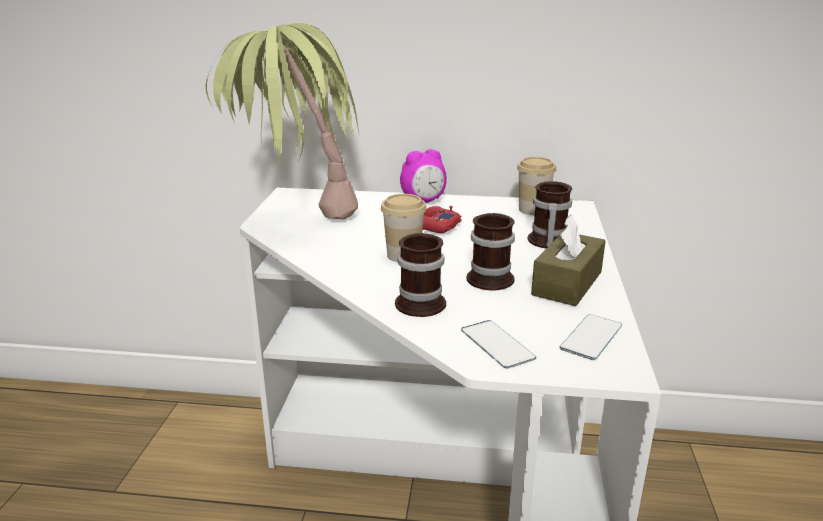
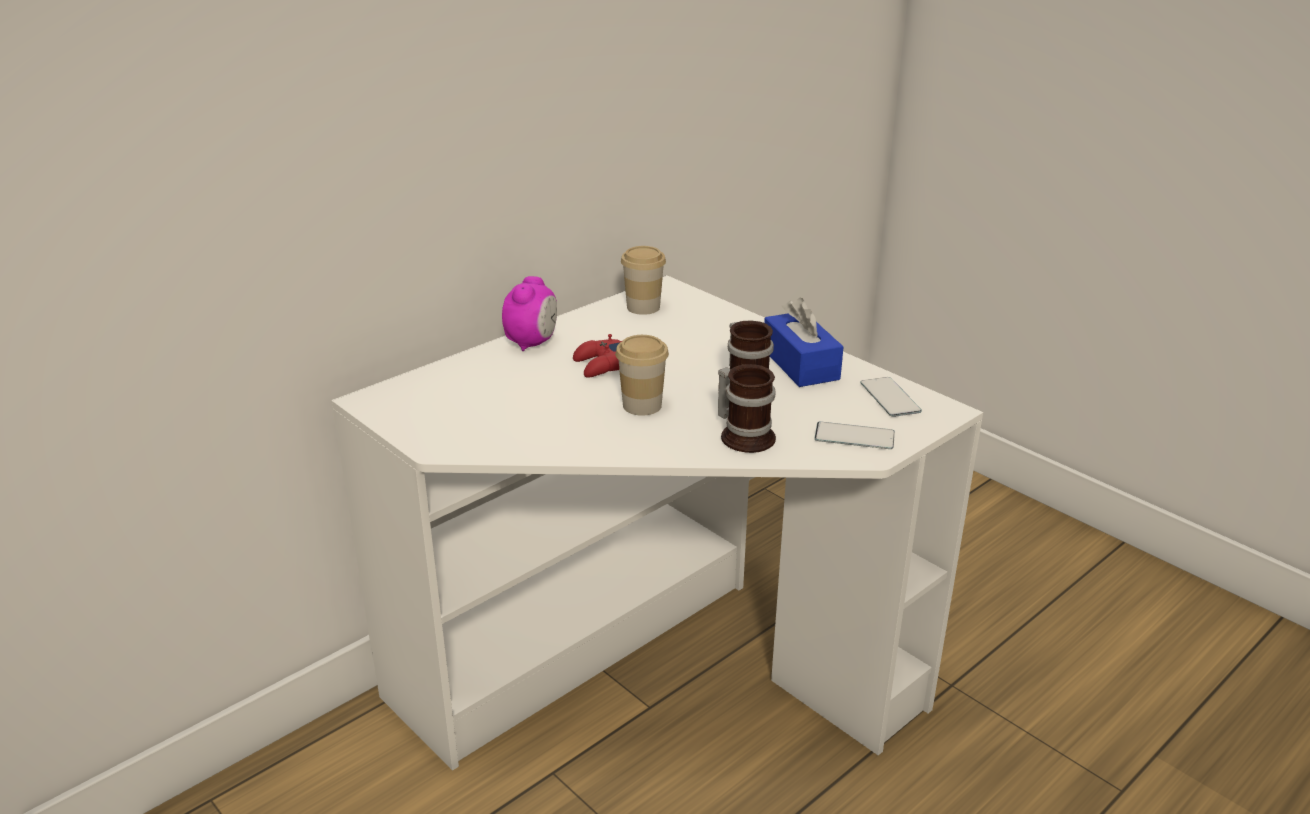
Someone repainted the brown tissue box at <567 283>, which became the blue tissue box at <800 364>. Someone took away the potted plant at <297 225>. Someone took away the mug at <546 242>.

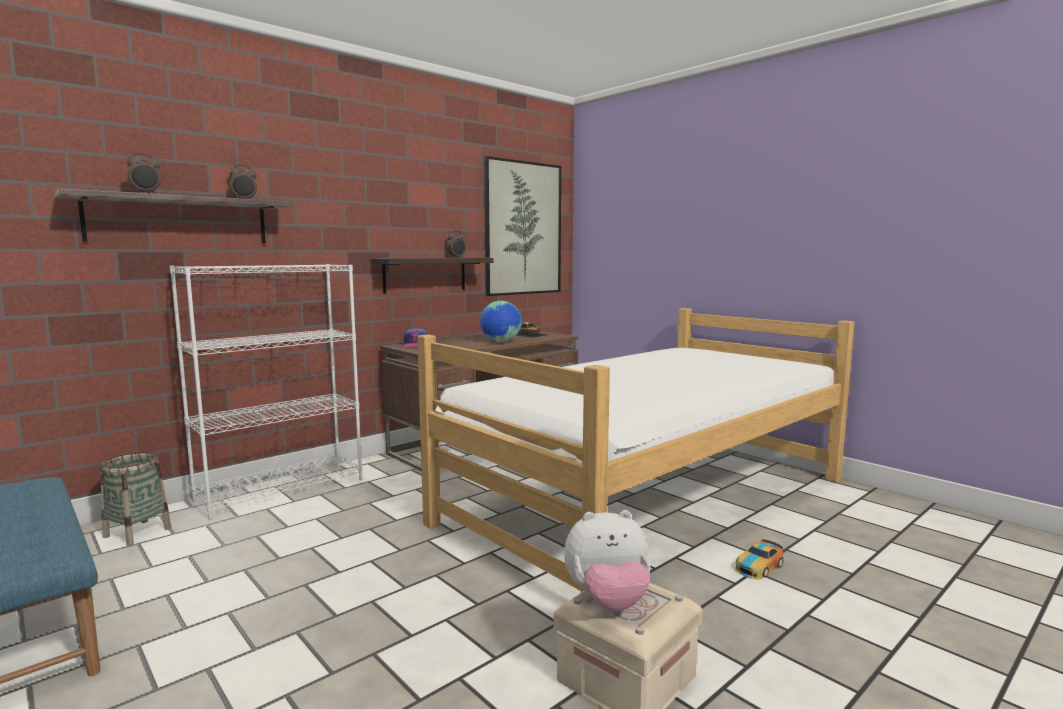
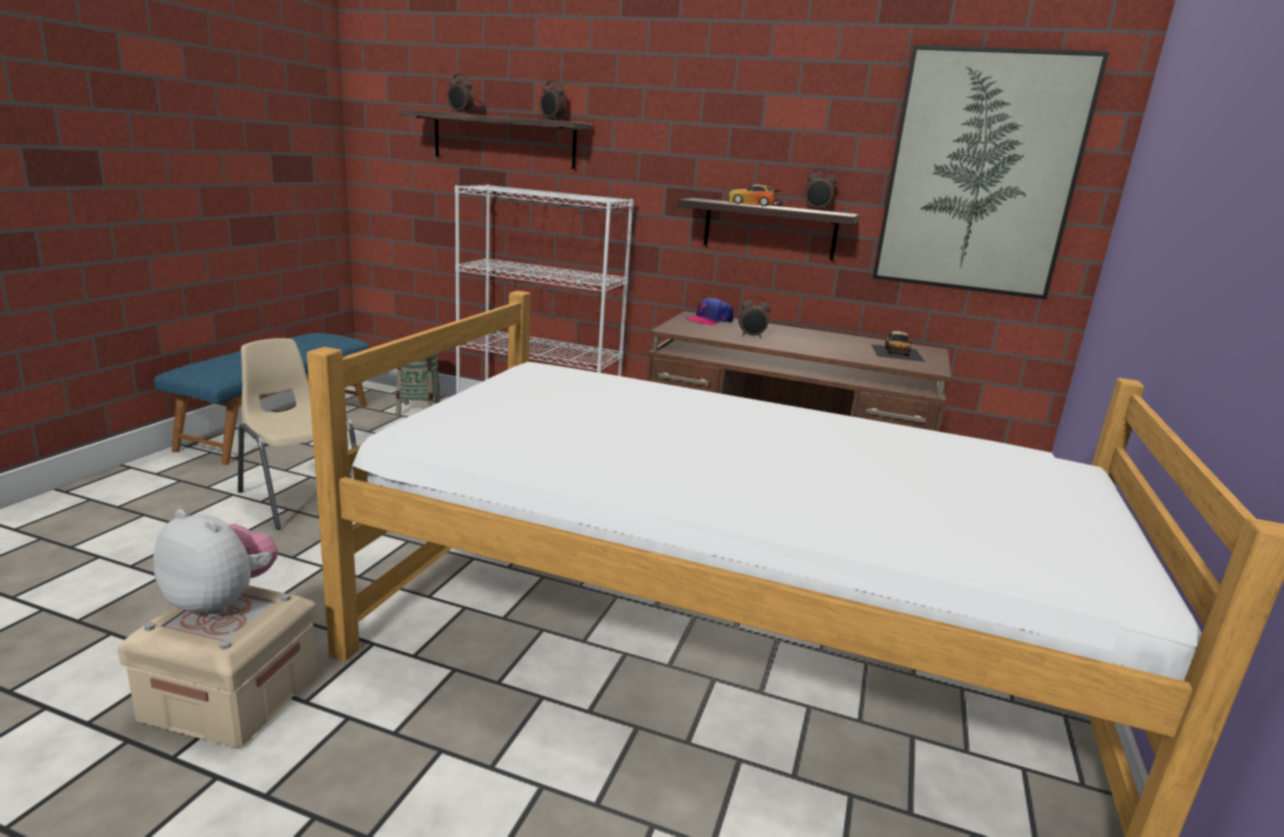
Someone rotated the plush toy at <607 601> by 150 degrees clockwise. Someone put down the beige chair at <300 497>. Someone carried the toy car from <758 567> to <752 204>. Someone put down the alarm clock at <751 336>. Someone took away the globe at <501 342>.

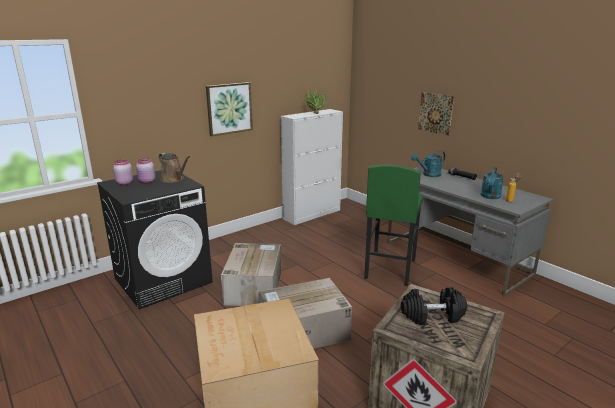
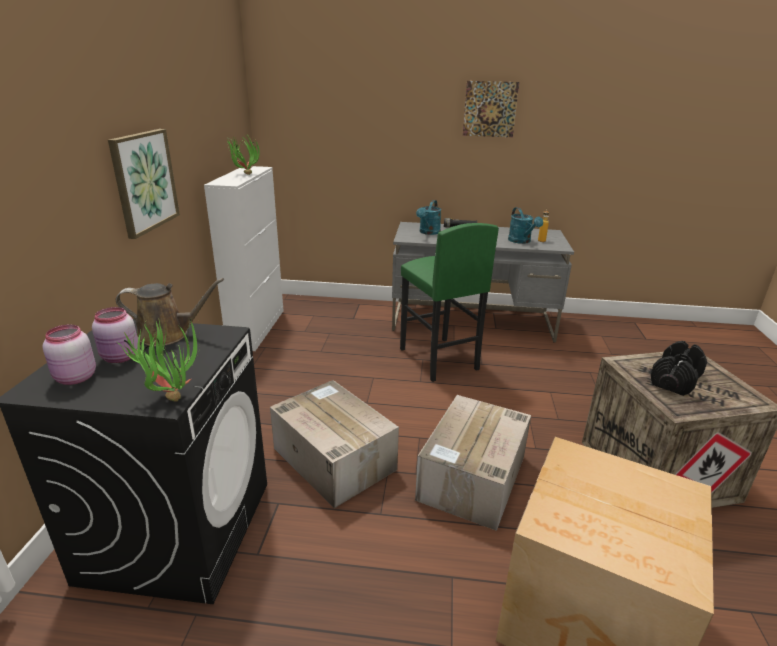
Someone put down the potted plant at <171 395>. Someone carried the picture from <435 113> to <490 109>.

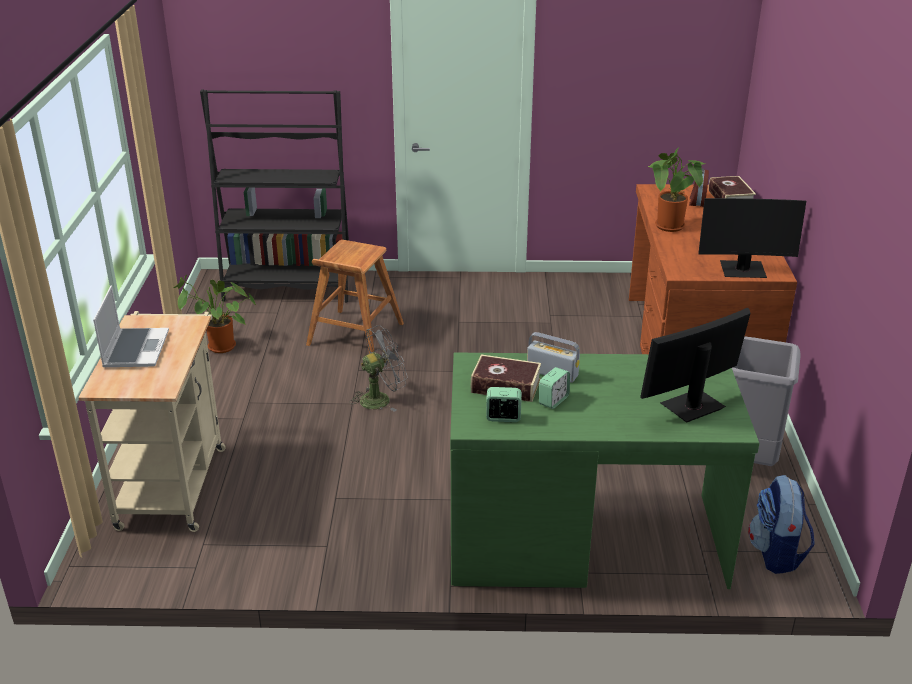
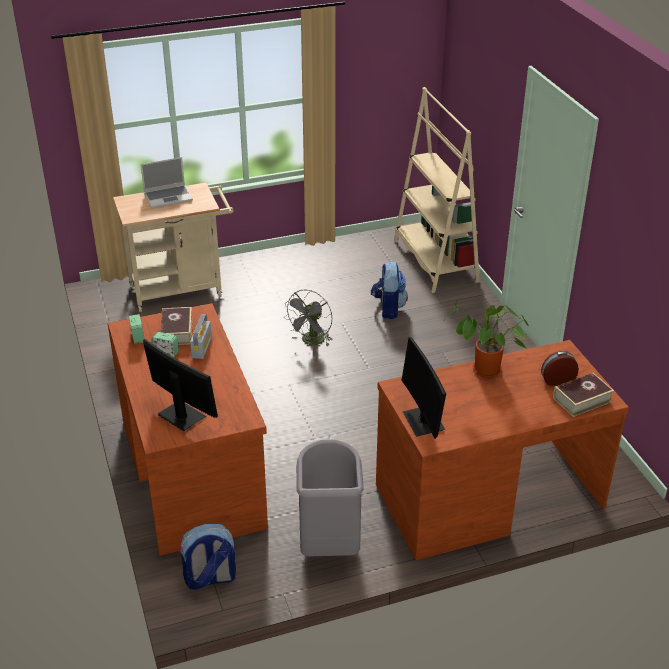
Someone repainted the green desk at <583 536>, which became the brown desk at <192 471>. Someone rotated the grey fan at <381 398> by 75 degrees clockwise. Someone swapped the brown stool at <355 334> for the backpack at <388 308>. Someone repainted the black bookcase at <288 287>, which became the beige bookcase at <435 261>. Someone took away the potted plant at <218 348>.

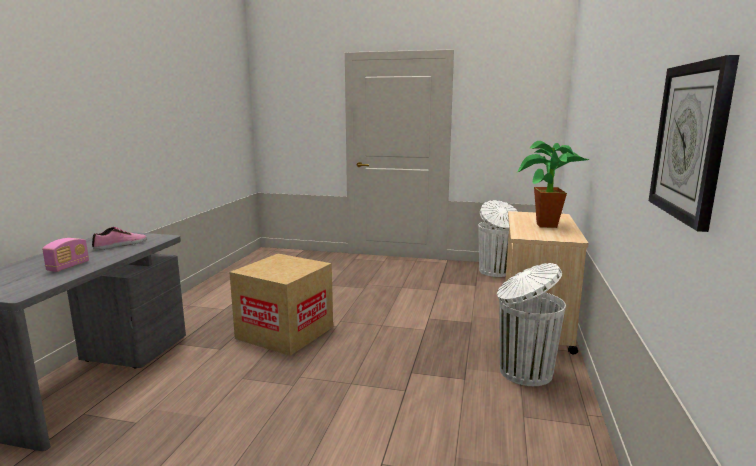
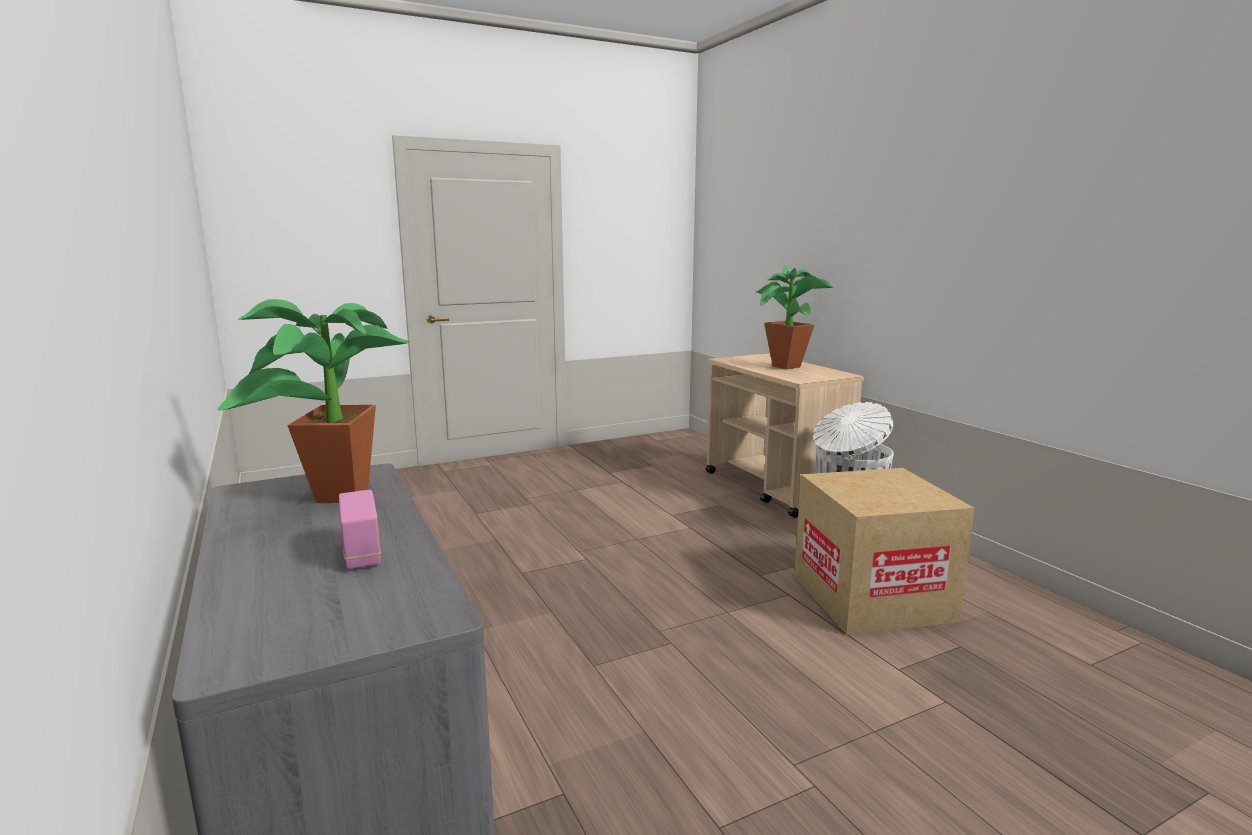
Someone swapped the shoe at <121 245> for the potted plant at <333 500>. Someone carried the cardboard box from <285 332> to <871 597>. Someone took away the white trash can at <495 272>. Someone took away the wall clock at <690 141>.

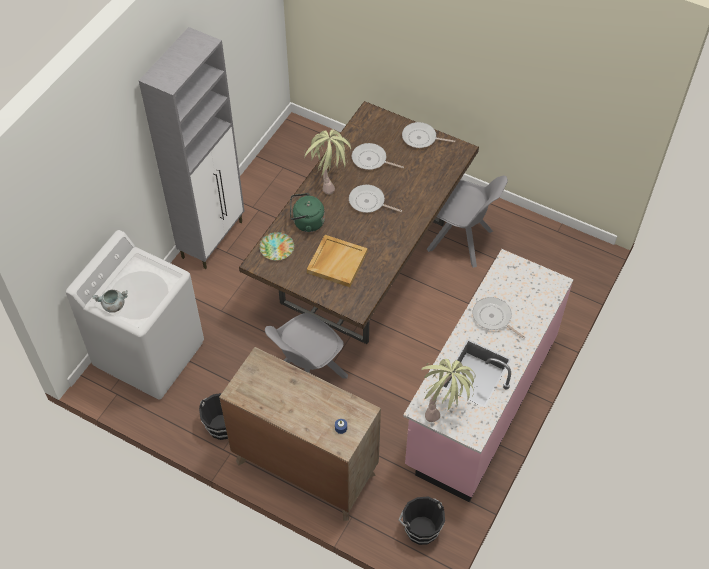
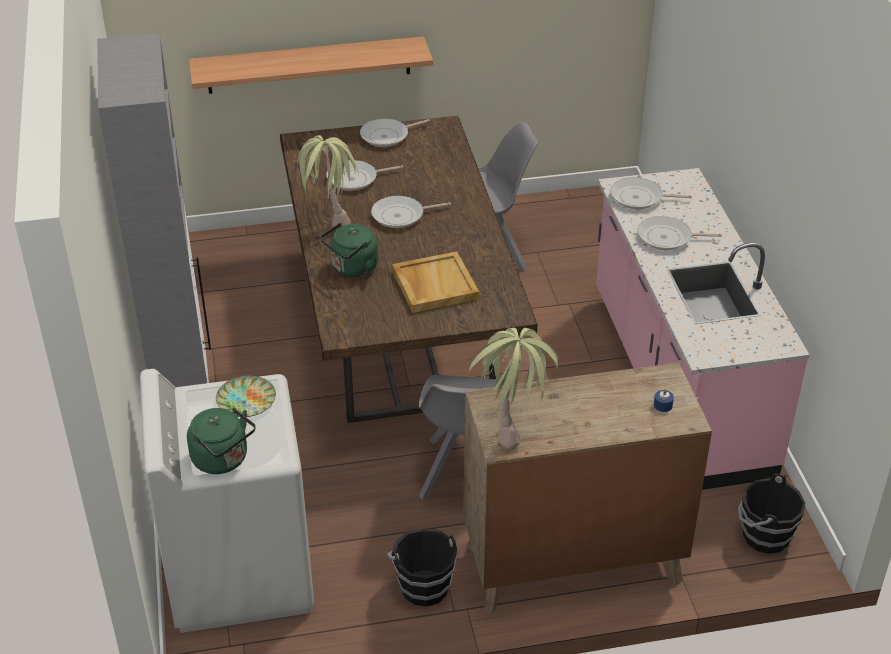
Someone swapped the grey cooking pot at <113 305> for the green kettle at <223 460>. Someone put up the shelf at <309 65>. Someone carried the plate from <276 248> to <246 400>. Someone carried the potted plant from <444 407> to <512 425>. Someone put down the frying pan at <639 198>.

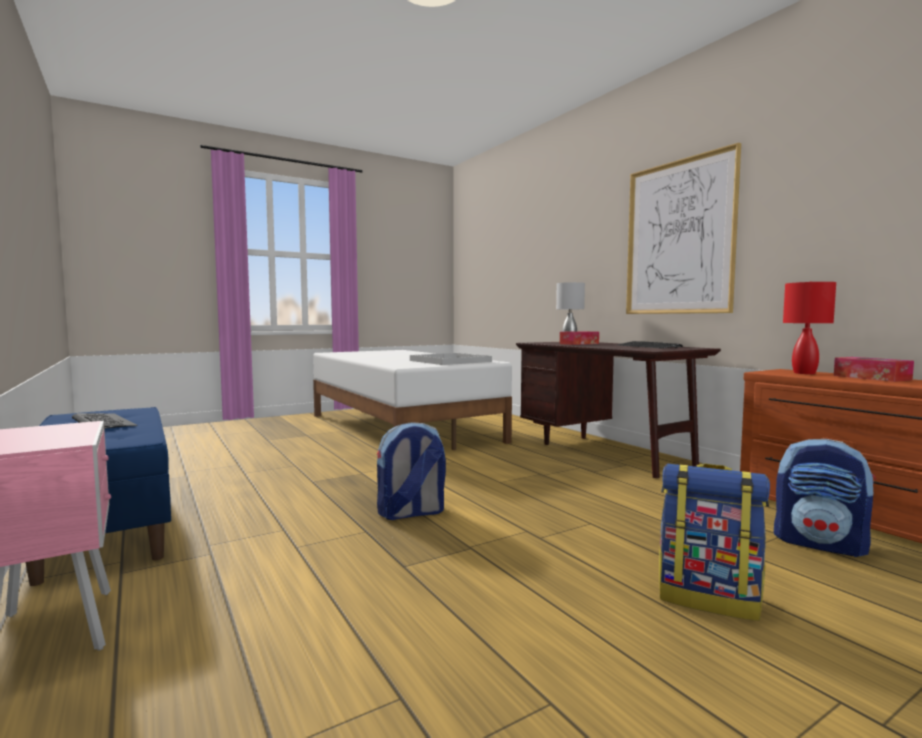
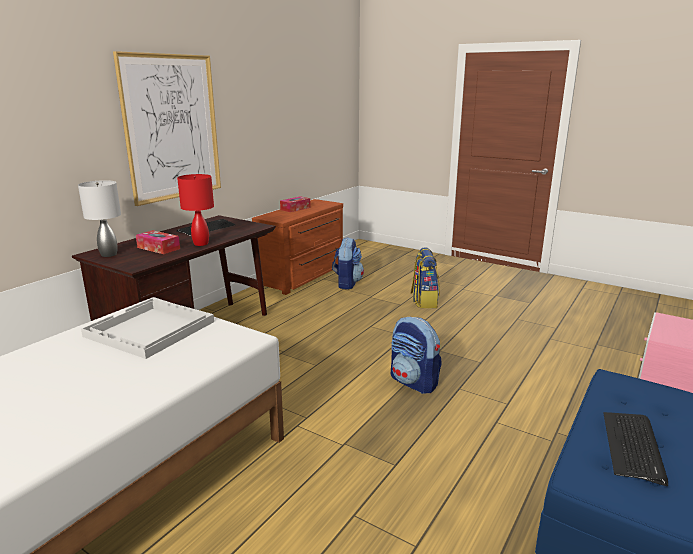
Someone carried the red table lamp from <804 373> to <201 244>.

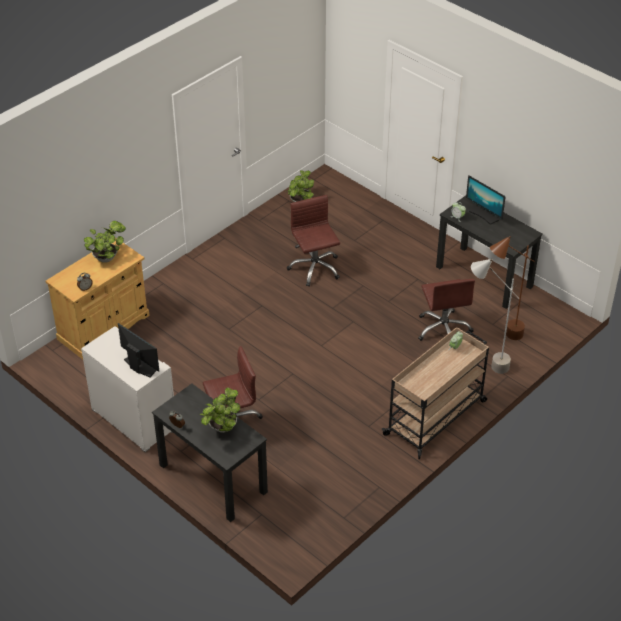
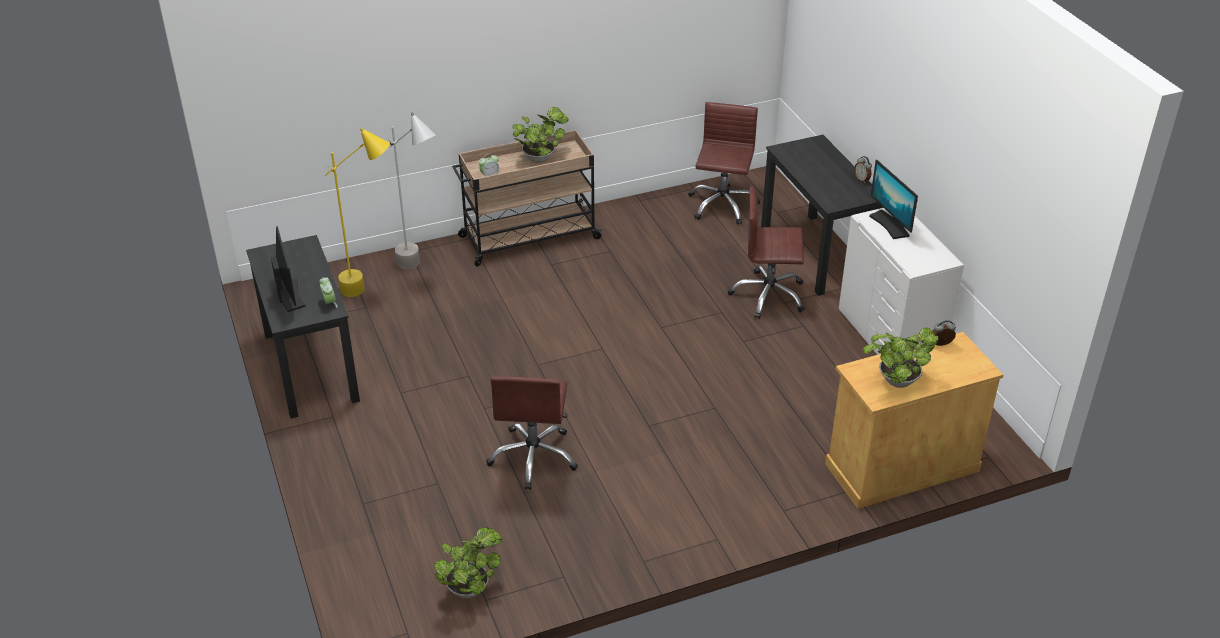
Someone repainted the brown floor lamp at <501 338>, which became the yellow floor lamp at <372 290>. Someone carried the potted plant from <221 428> to <541 158>. Someone carried the brown office chair from <443 329> to <722 205>.

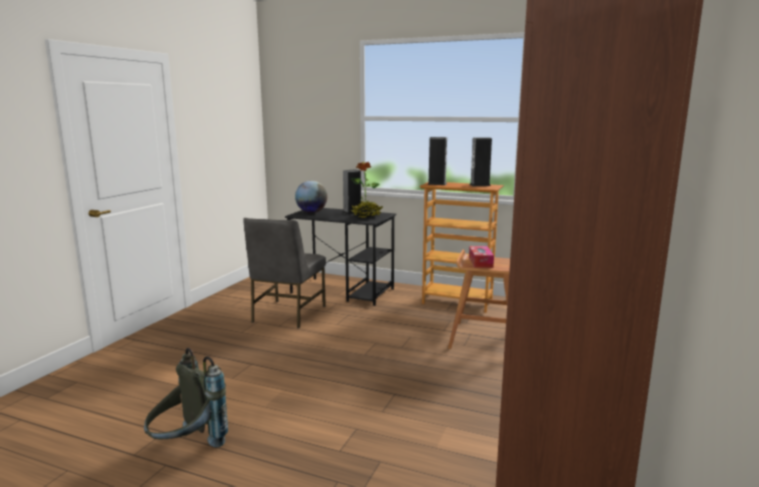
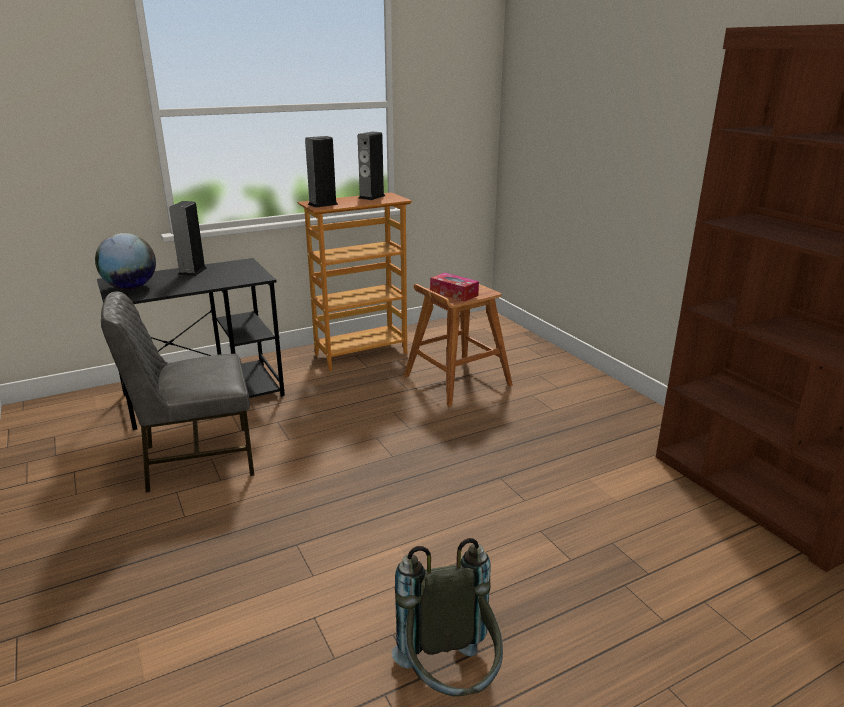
Someone rotated the grey chair at <287 314> by 105 degrees clockwise. Someone took away the potted plant at <367 216>.

